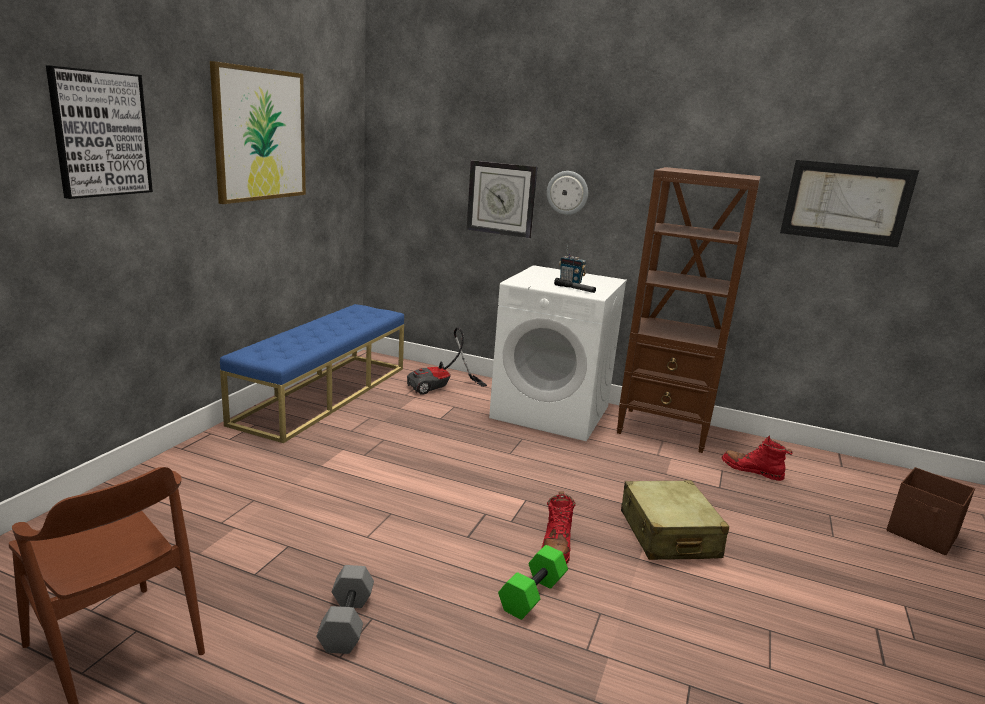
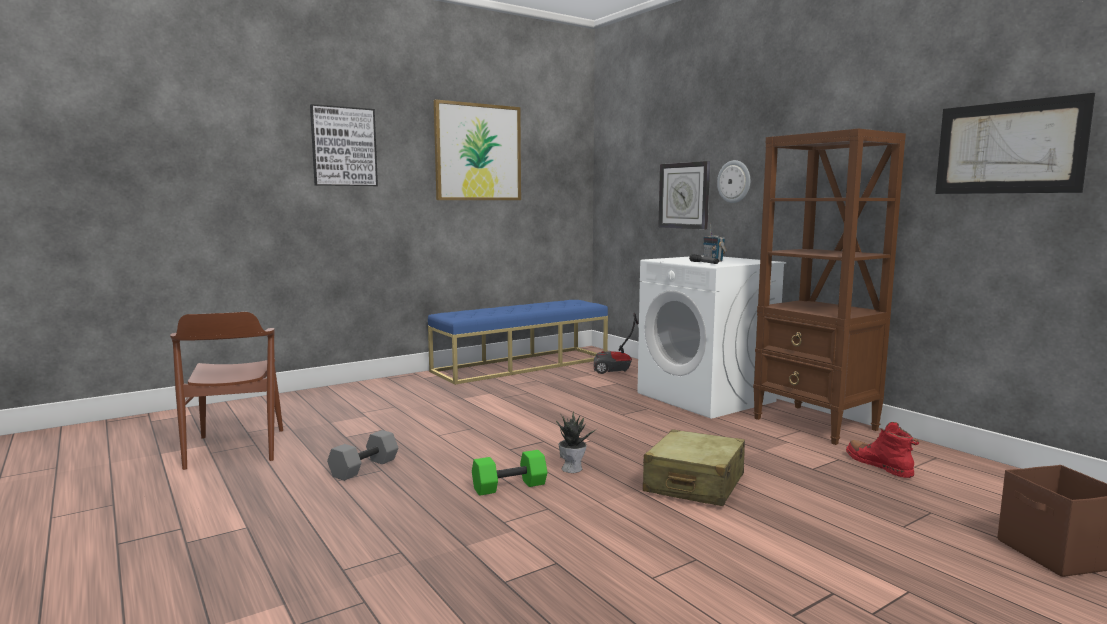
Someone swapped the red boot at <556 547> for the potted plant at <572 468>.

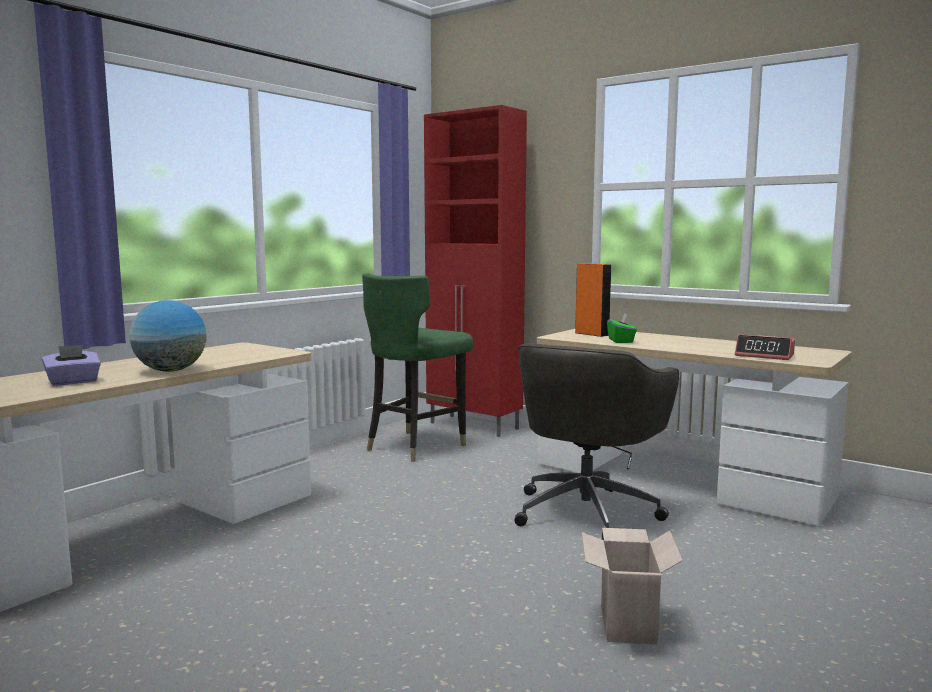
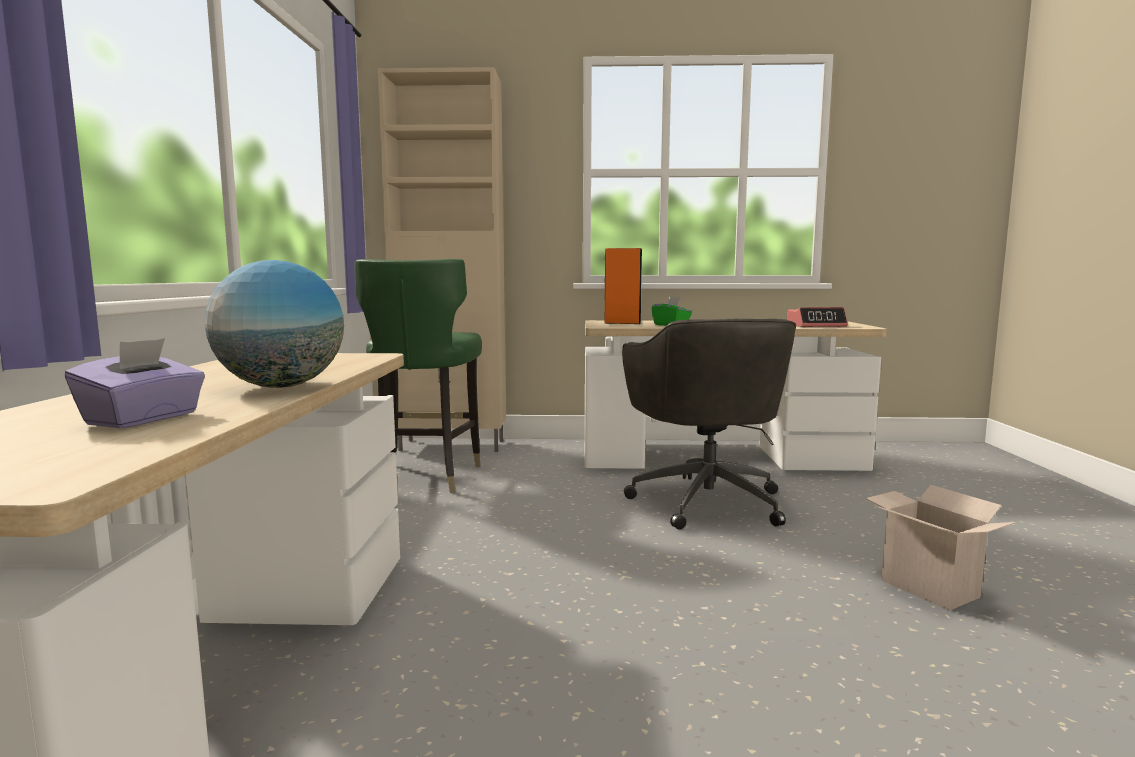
Someone repainted the red cabinet at <474 426>, which became the beige cabinet at <453 446>.

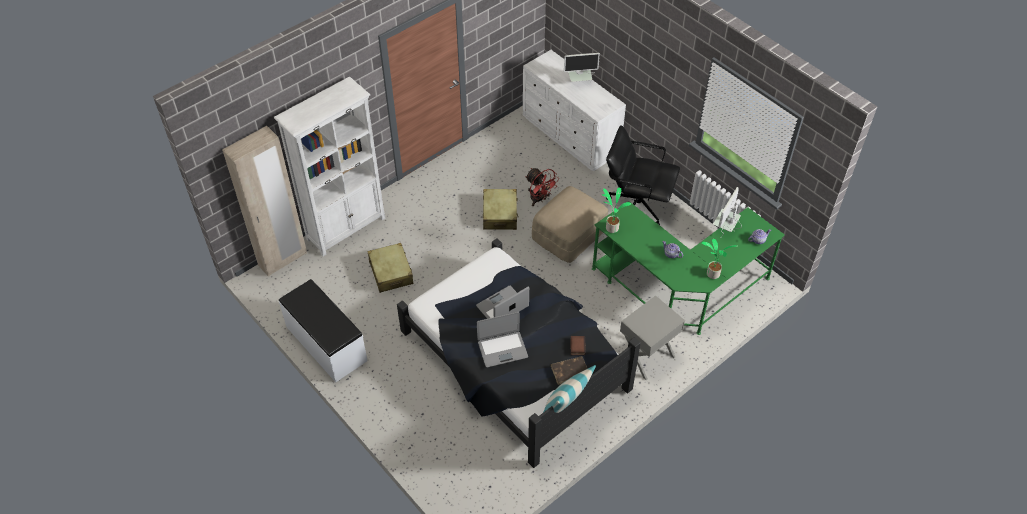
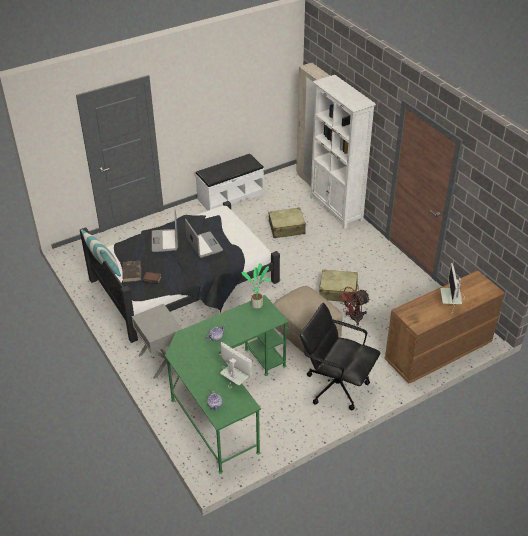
Someone rotated the black office chair at <636 205> by 90 degrees counterclockwise. Someone repainted the white dresser at <571 136>, which became the brown dresser at <437 352>. Someone took away the potted plant at <712 274>.

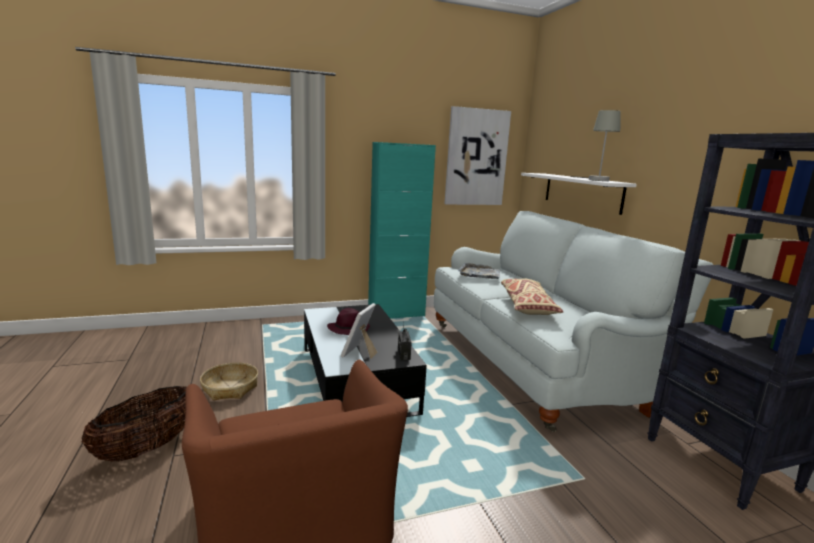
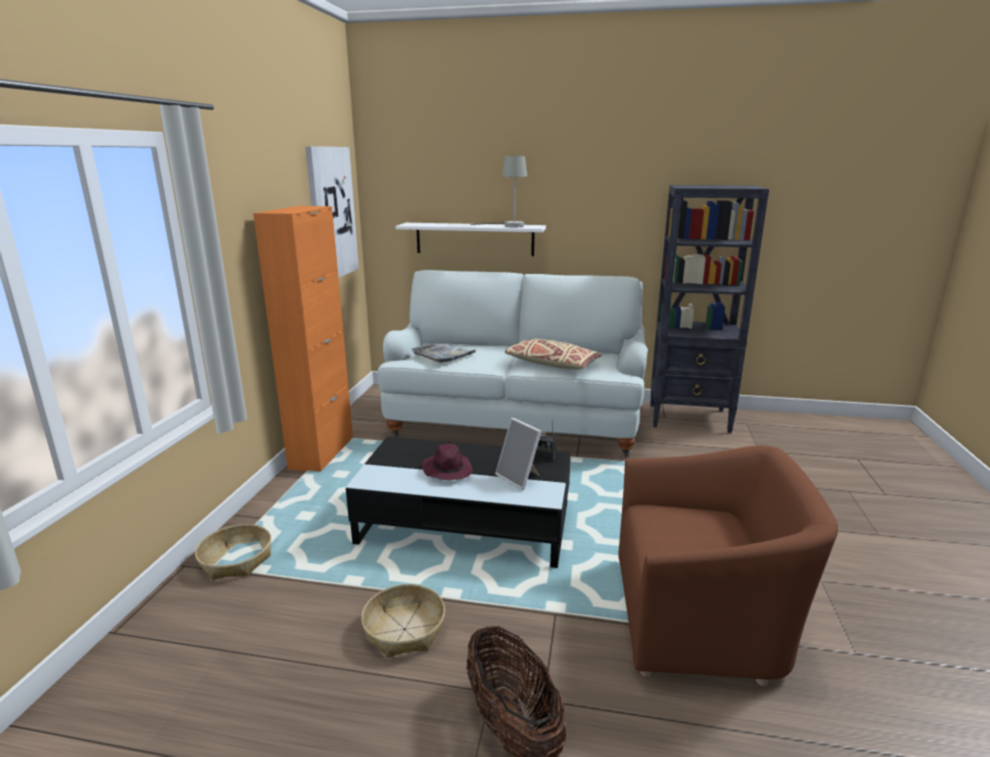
Someone put down the basket at <236 560>. Someone repainted the turquoise cabinet at <396 314>, which became the orange cabinet at <322 453>.

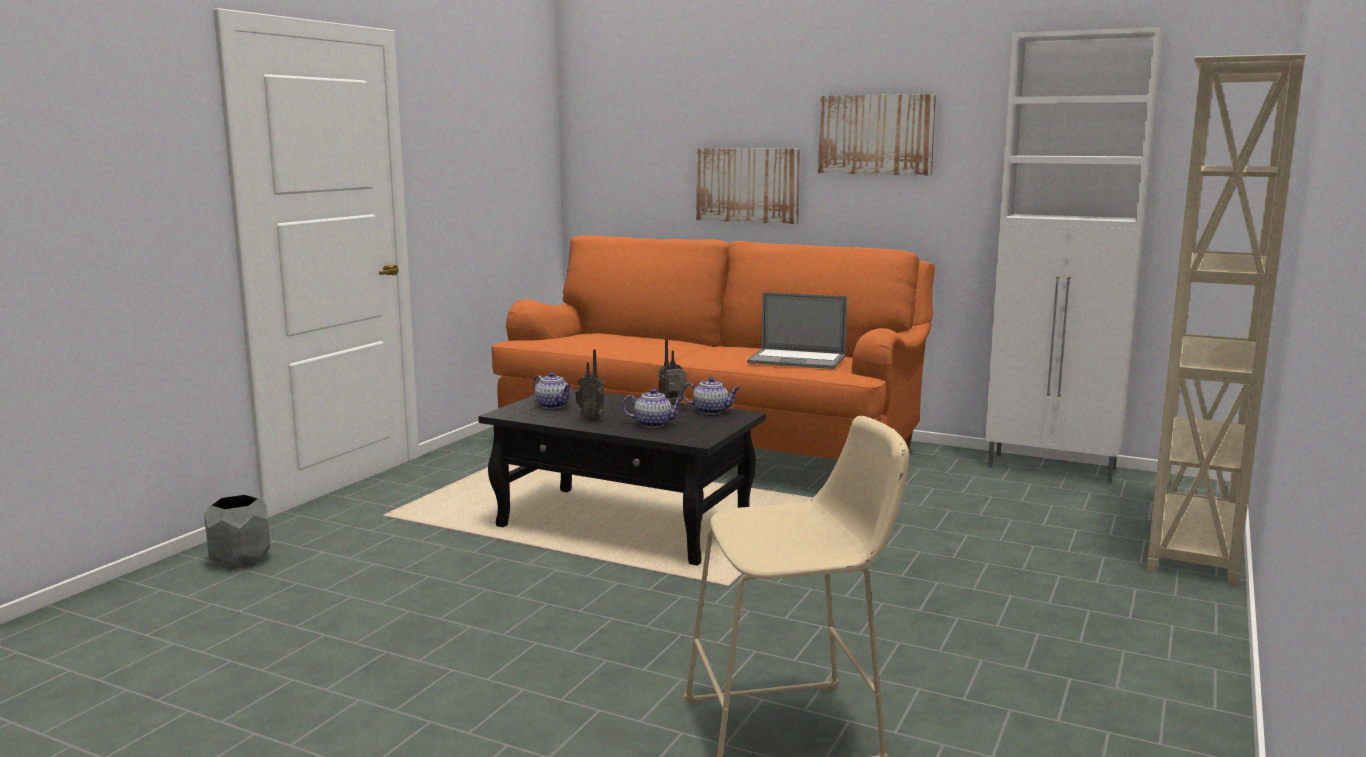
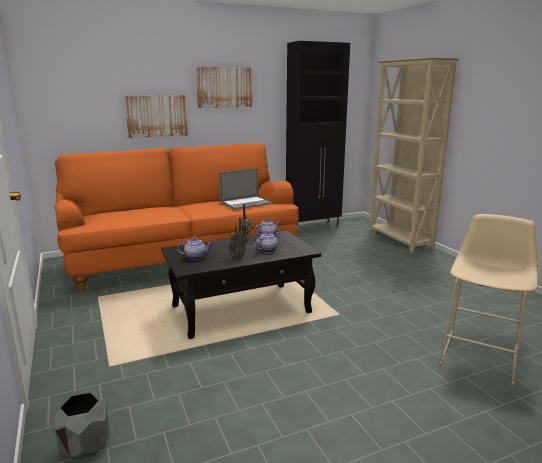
Someone repainted the white cabinet at <1053 468>, which became the black cabinet at <314 227>.

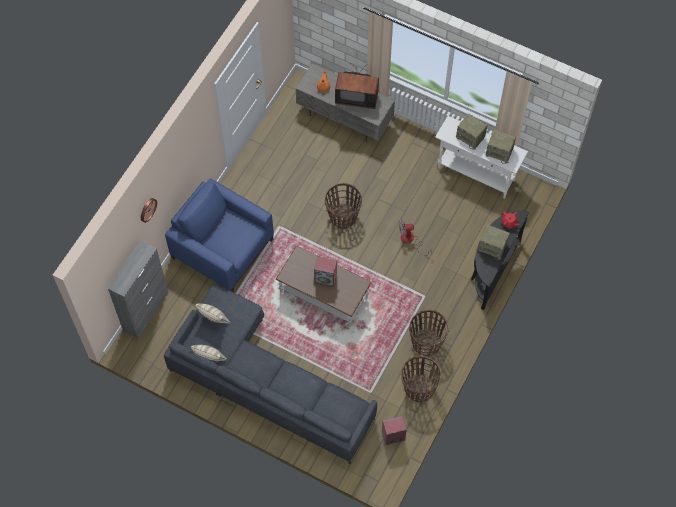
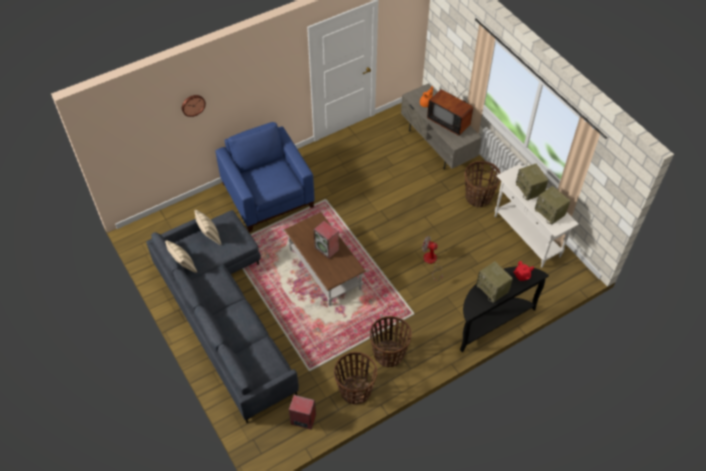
Someone carried the basket from <343 217> to <478 197>. Someone took away the grey cabinet at <146 311>.

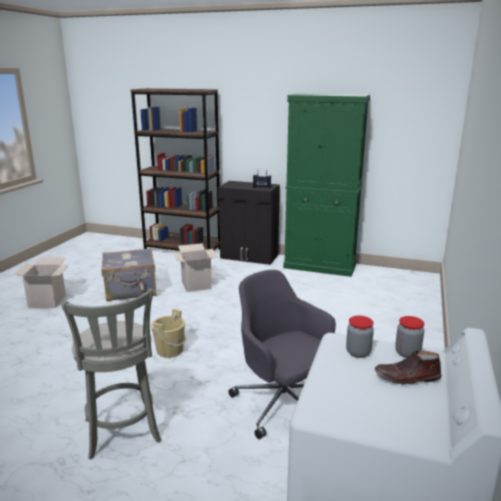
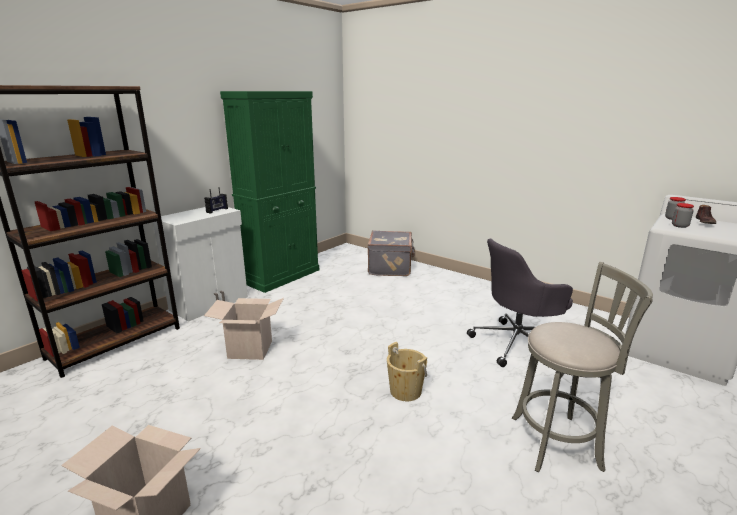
Someone repainted the black cabinet at <249 257>, which became the white cabinet at <210 303>. Someone carried the grey suitcase from <131 291> to <391 267>.

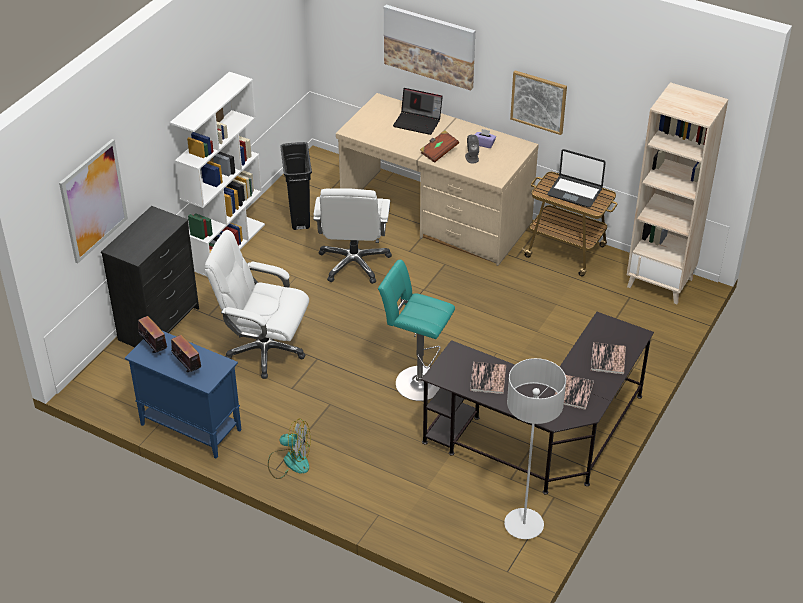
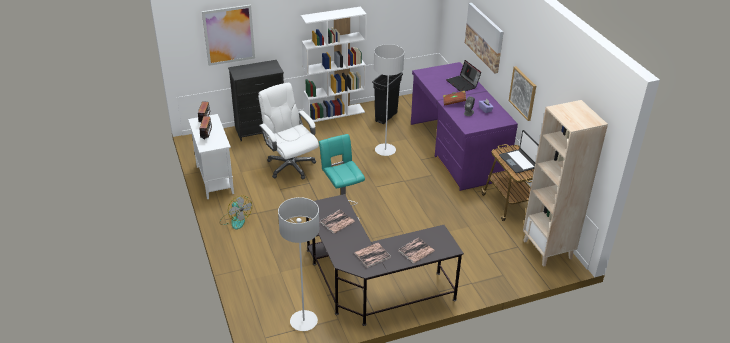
Someone repainted the blue cabinet at <190 427>, which became the white cabinet at <214 179>. Someone swapped the white office chair at <354 263> for the grey floor lamp at <385 150>. Someone repainted the beige desk at <435 217>, which became the purple desk at <456 151>.

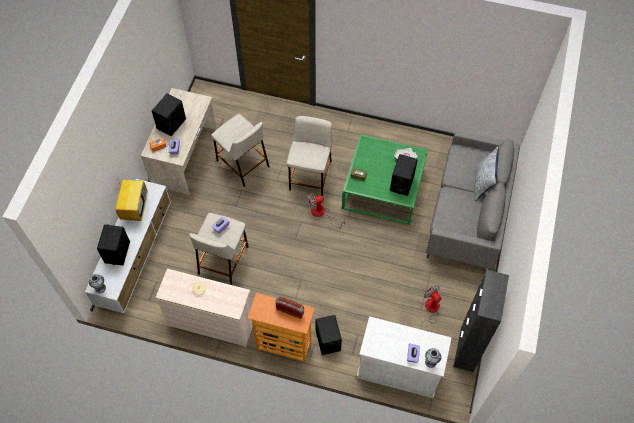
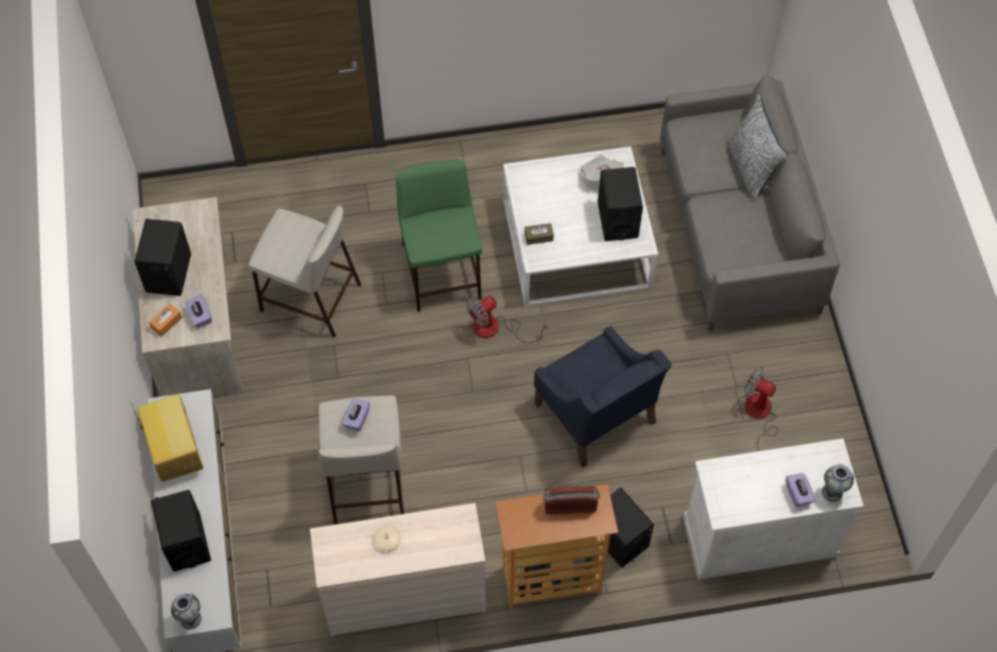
Someone repainted the beige stool at <310 176>, which became the green stool at <442 272>. Someone repainted the green coffee table at <383 188>, which became the white coffee table at <577 243>. Someone put down the blue armchair at <595 415>. Someone took away the black cabinet at <467 349>.

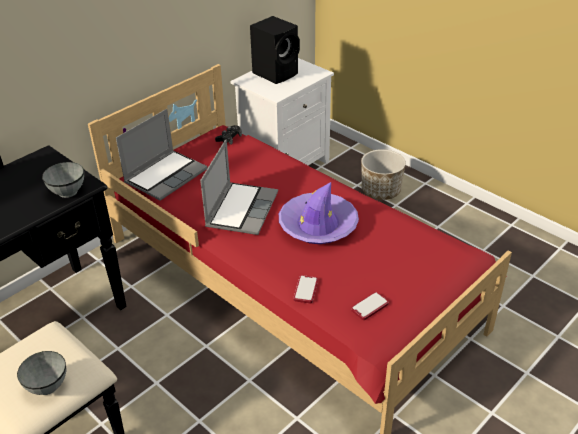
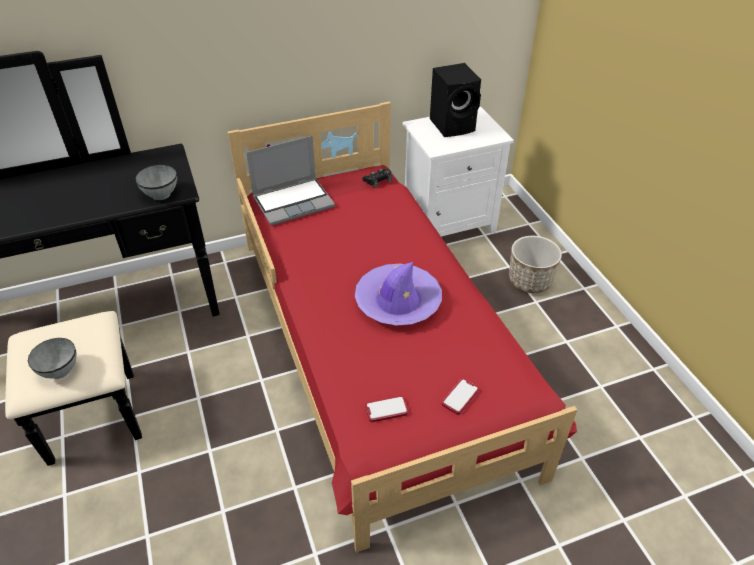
Someone carried the phone from <305 290> to <460 397>. Someone took away the laptop at <241 209>.

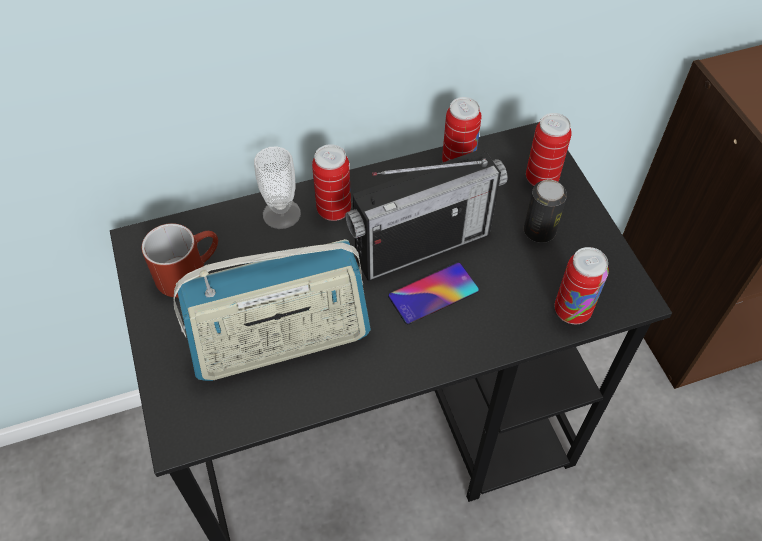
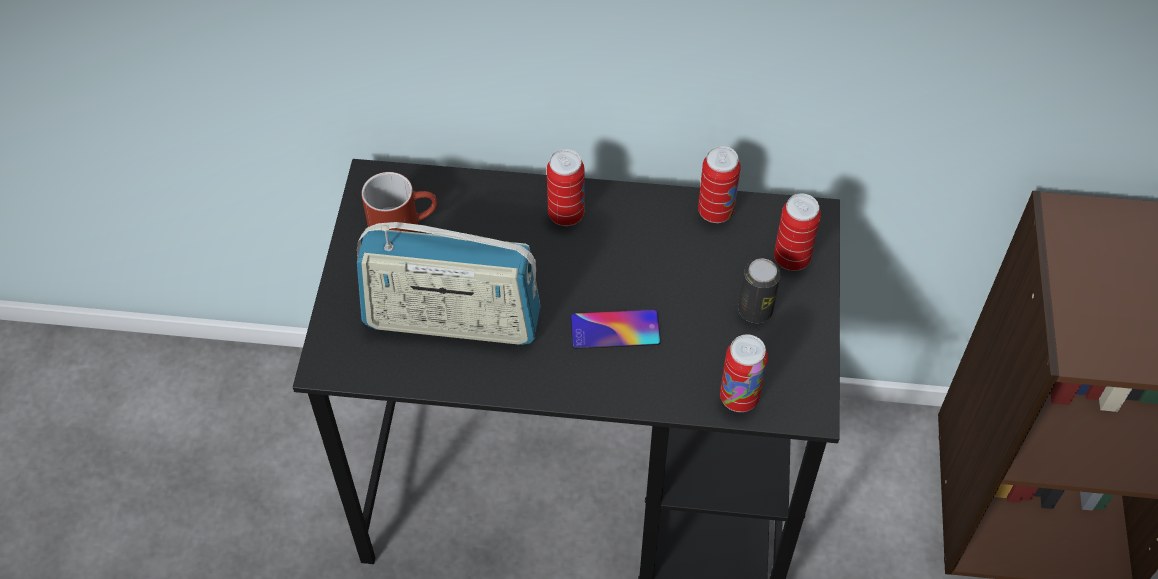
Someone took away the cup at <281 214>. Someone took away the radio at <422 245>.

